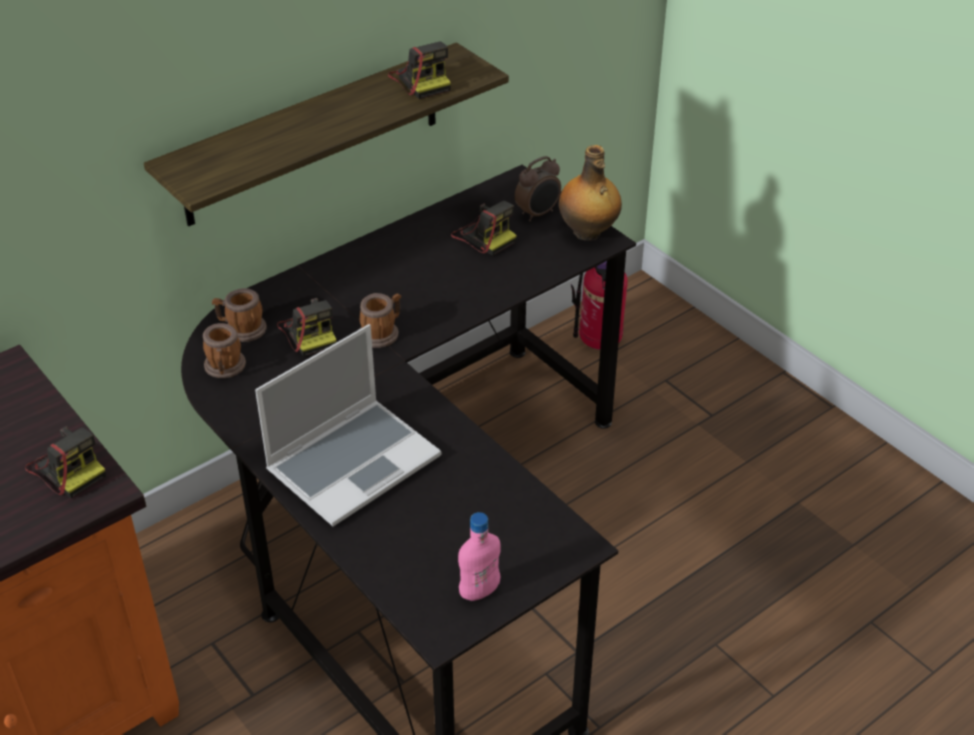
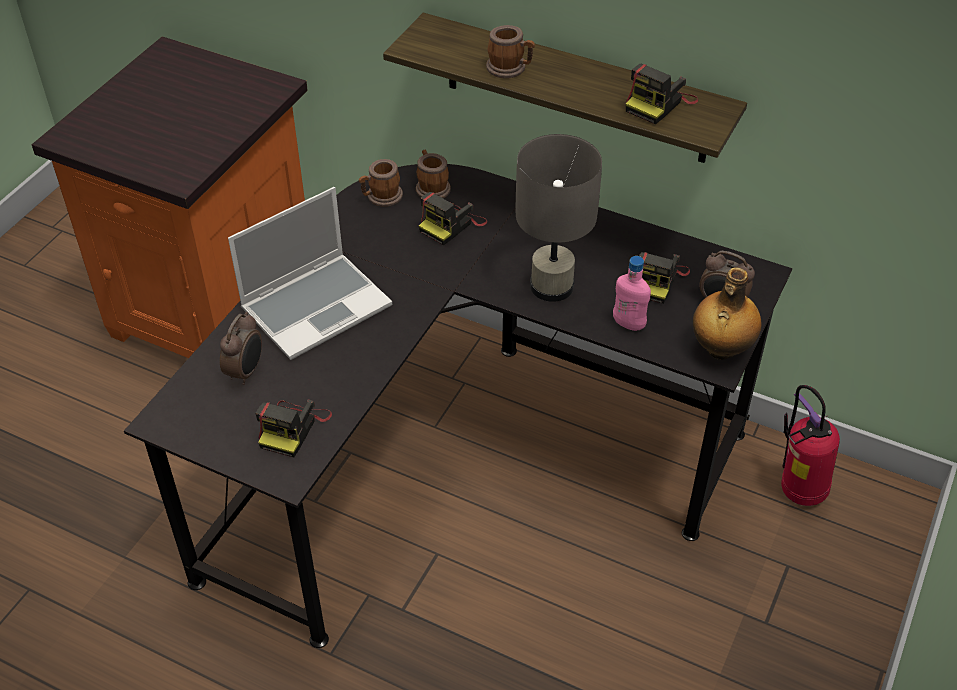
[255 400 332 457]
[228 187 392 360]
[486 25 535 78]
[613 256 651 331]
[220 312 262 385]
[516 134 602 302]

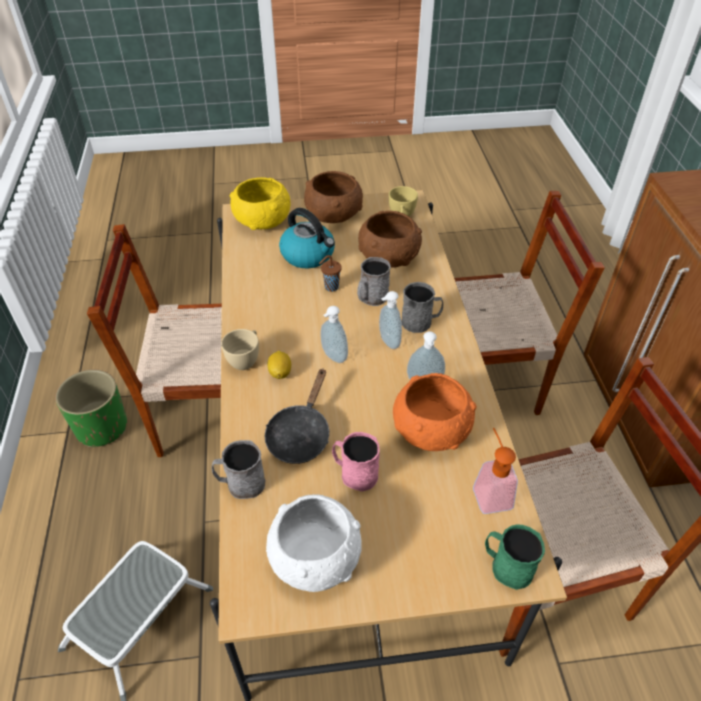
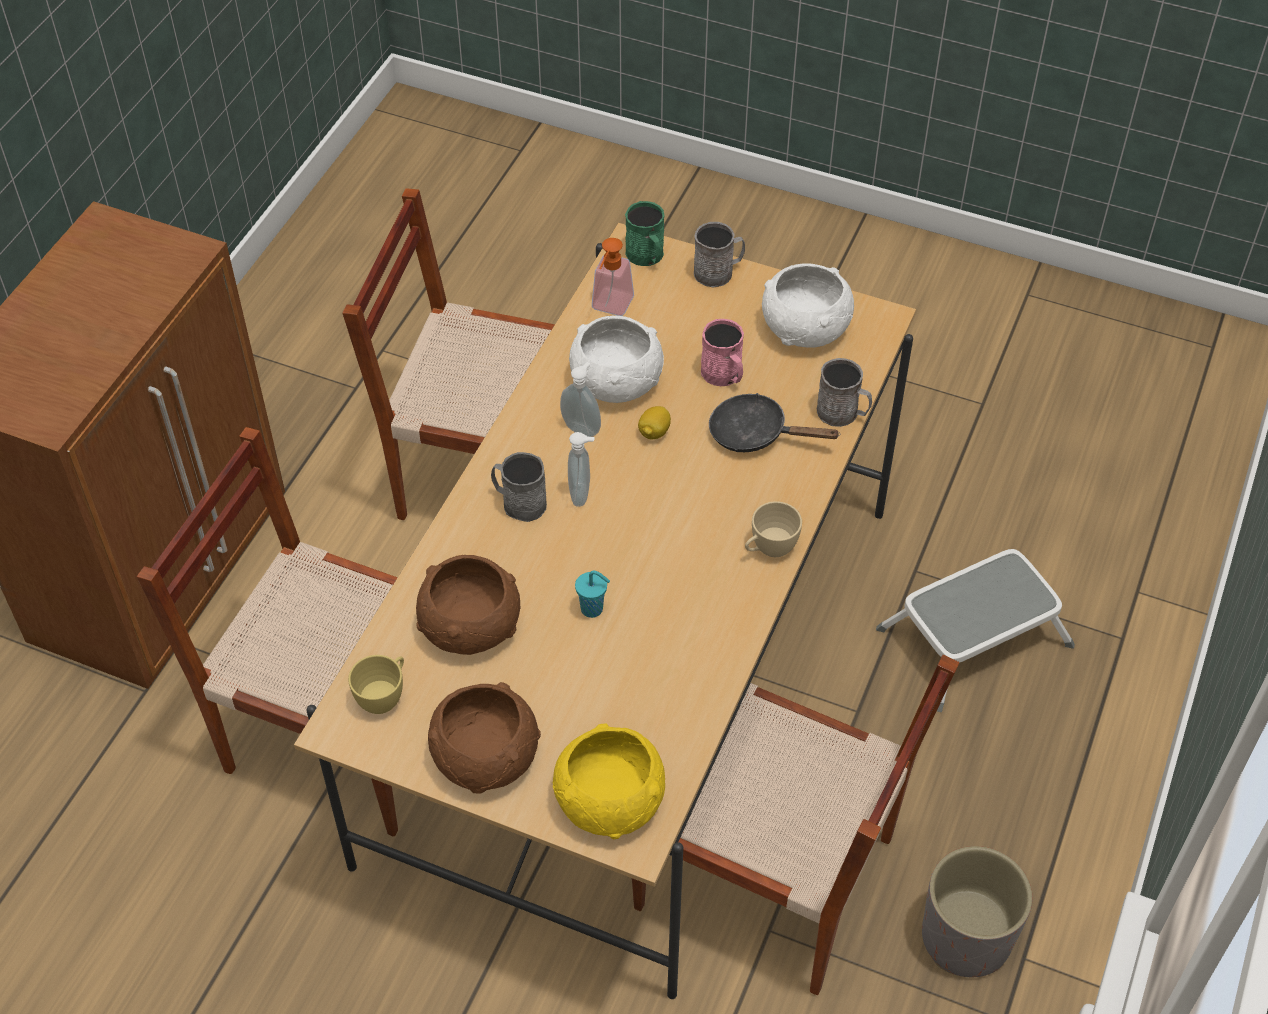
[922 846 1033 977]
[709 393 840 452]
[638 406 671 439]
[279 208 335 268] (first image)
[575 571 610 618]
[320 306 348 363] (first image)
[694 222 745 288]
[569 315 664 403]

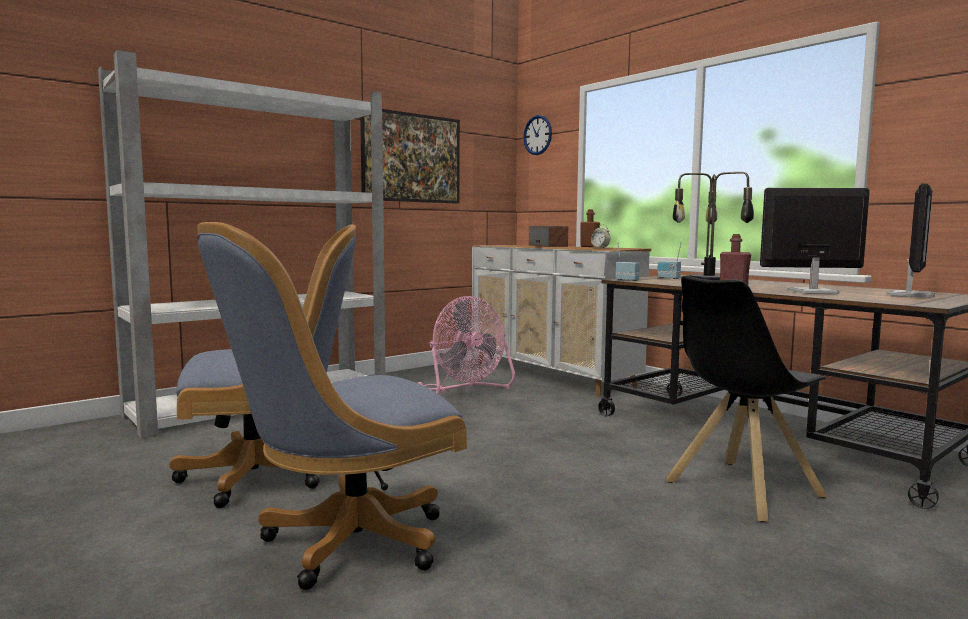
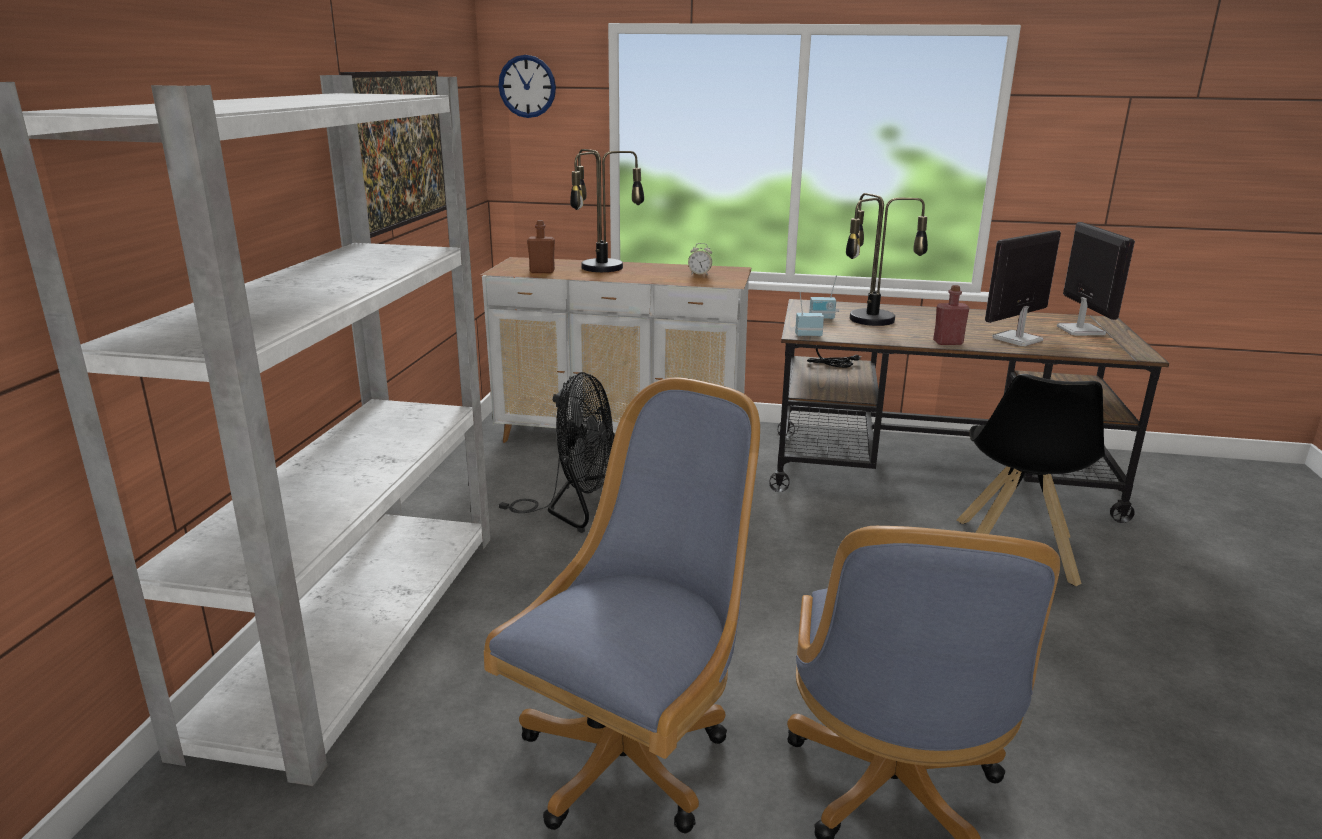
[498 372 615 533]
[570 149 644 272]
[527 220 555 273]

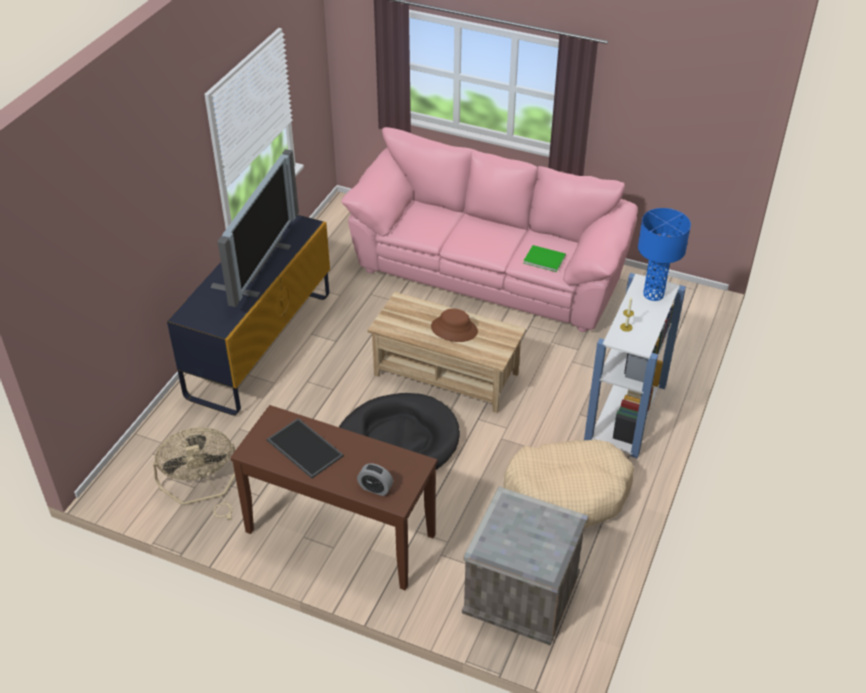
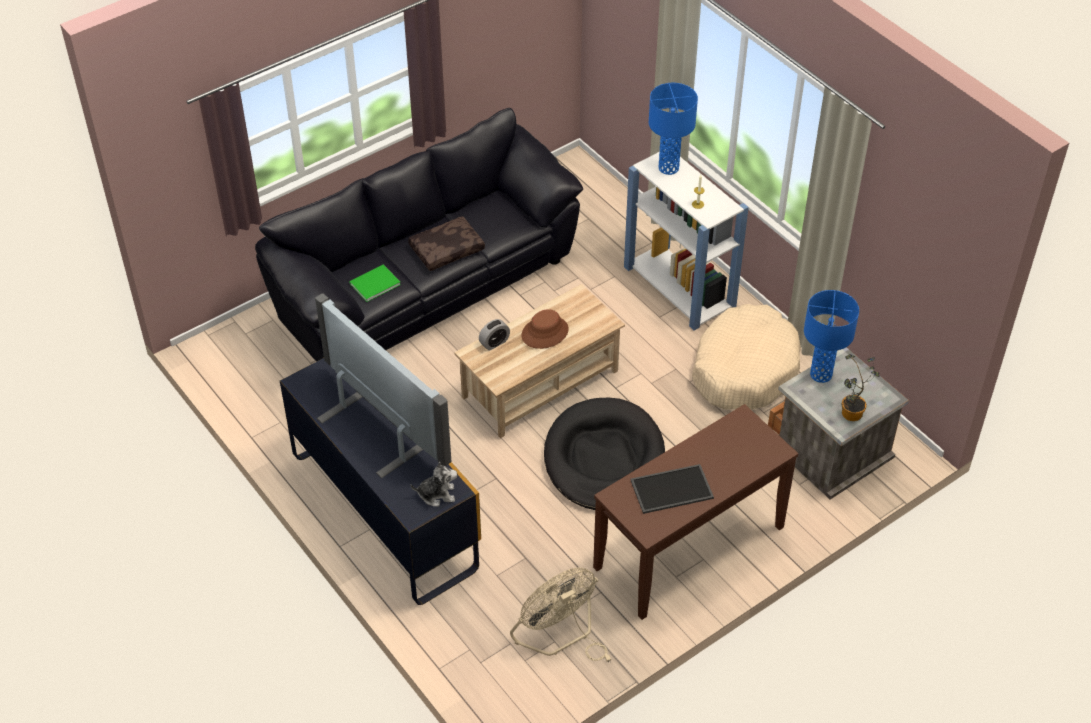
[510 568 611 662]
[255 108 583 362]
[479 319 510 350]
[349 264 401 302]
[408 216 485 271]
[410 462 457 507]
[804 290 859 383]
[841 354 880 421]

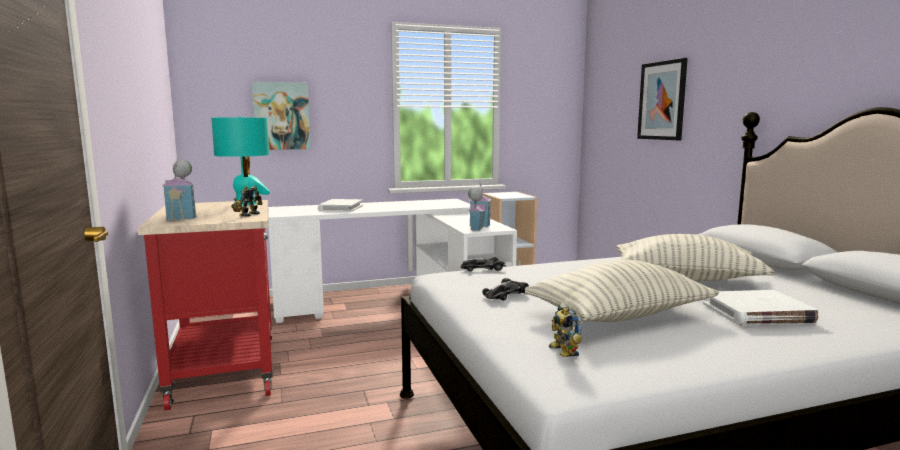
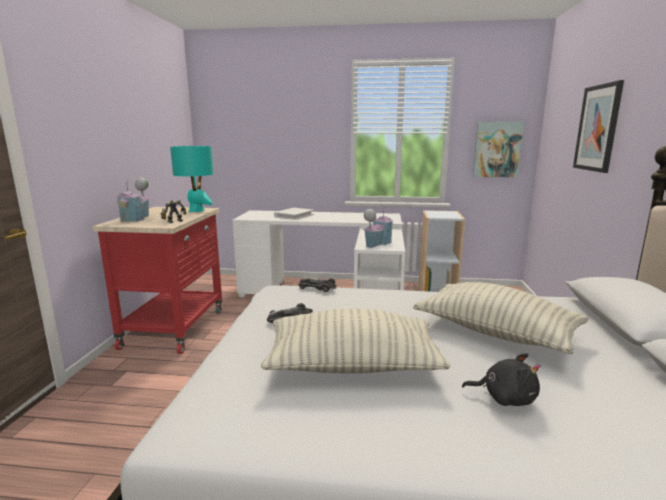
[473 122 524 178]
[549 302 582 357] (first image)
[462 353 541 406]

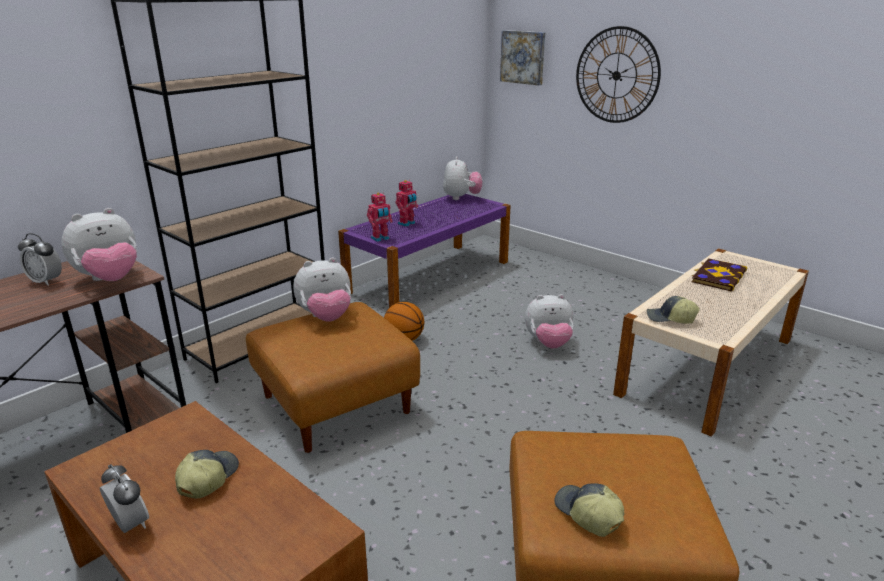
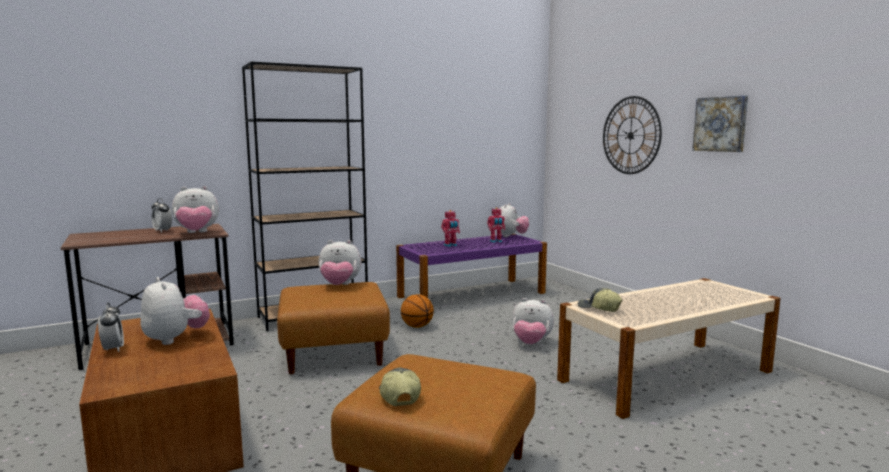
[140 277 210 345]
[487 207 505 243]
[692 95 748 152]
[692 258 747 291] (first image)

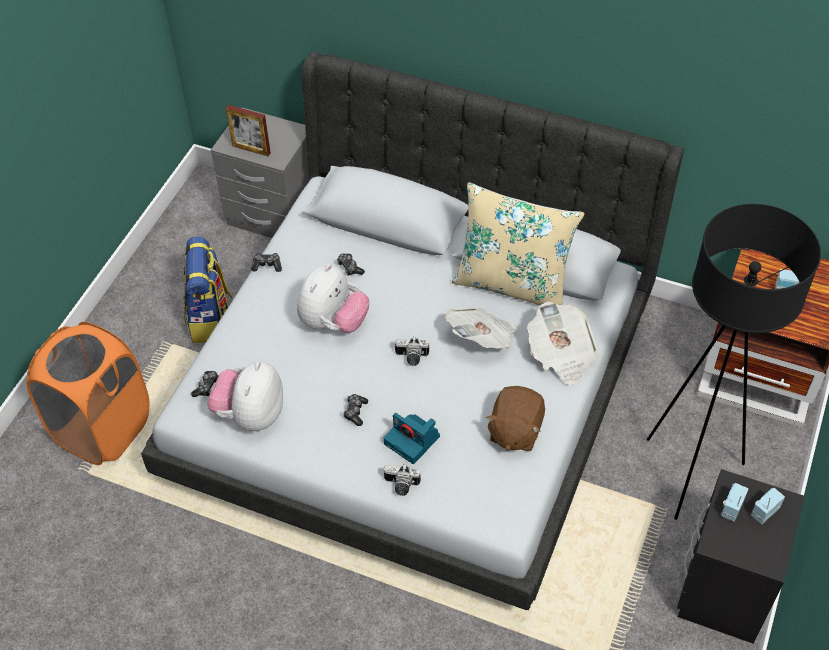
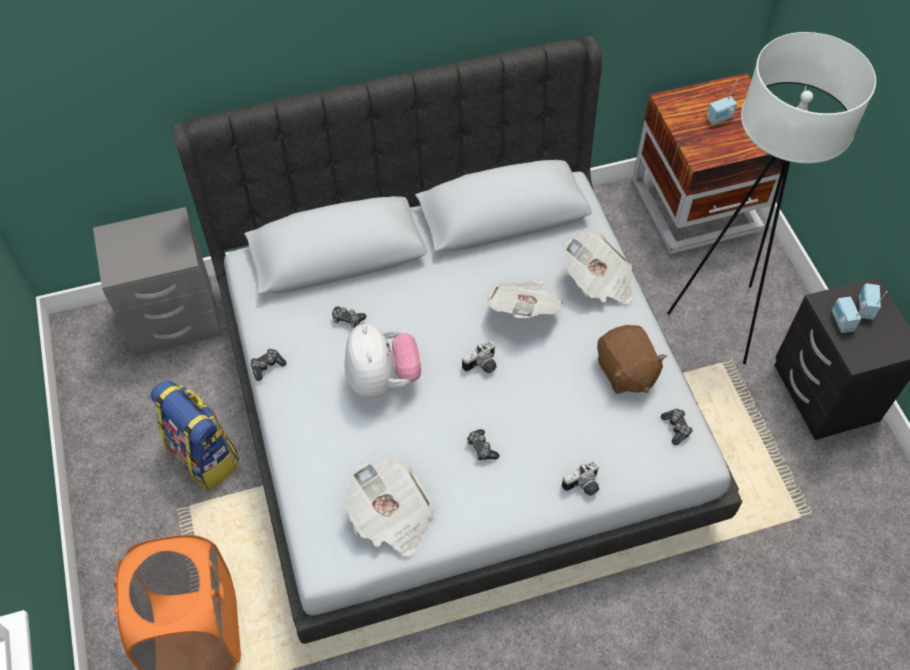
[661 409 693 445]
[344 459 435 557]
[226 105 271 156] (first image)
[383 413 440 464] (first image)
[452 182 584 306] (first image)
[667 32 876 364]

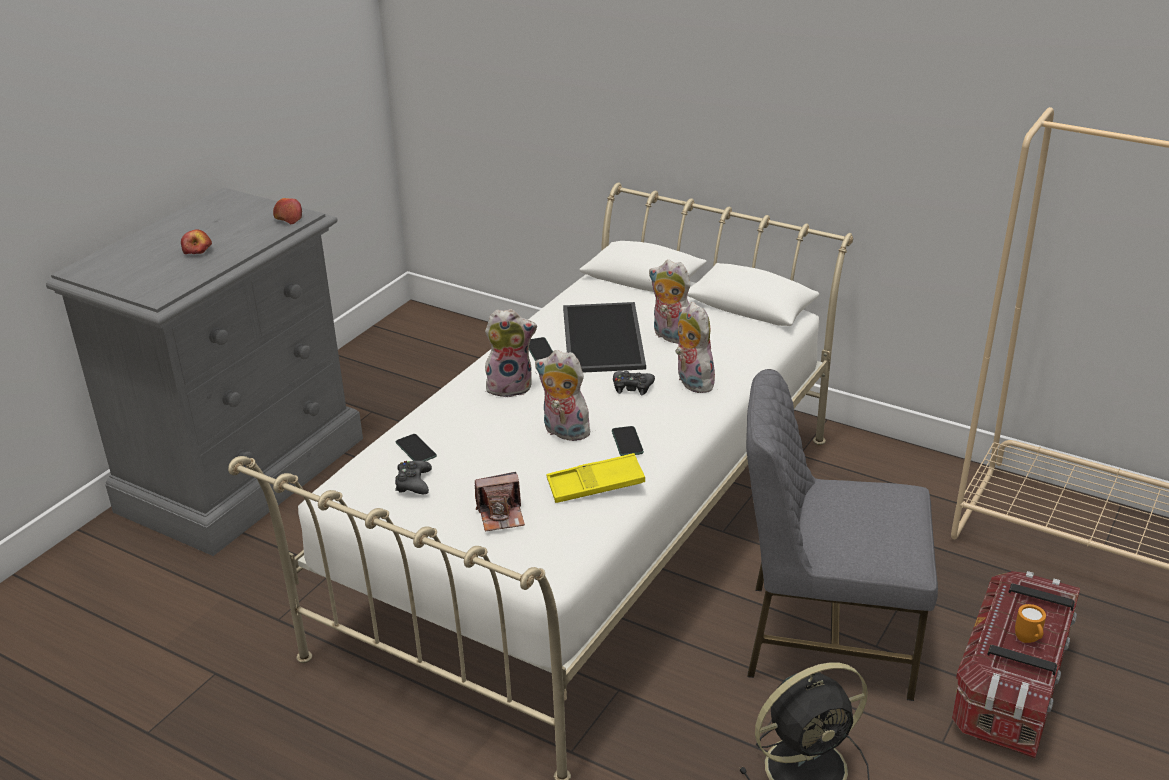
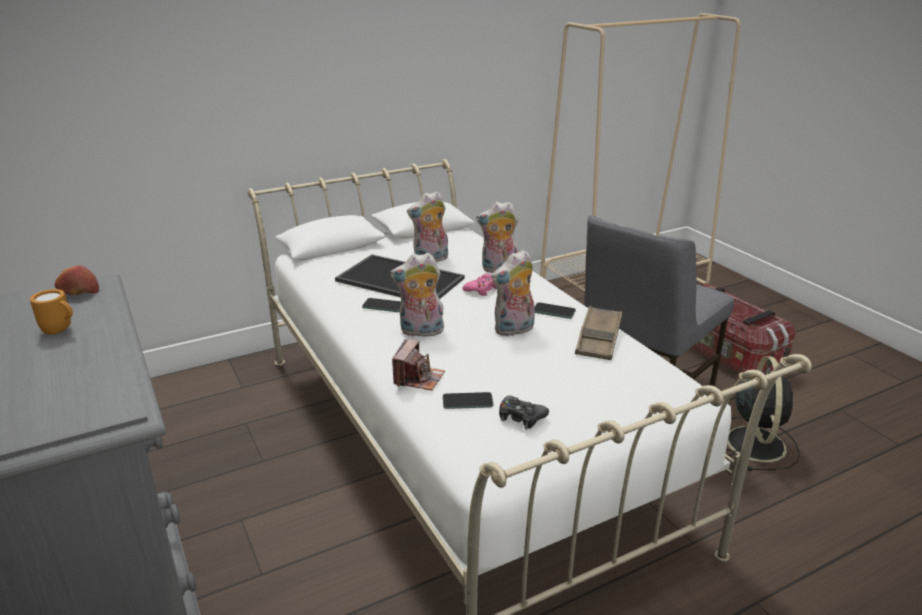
[181 229 212 254] (first image)
[392 339 445 391]
[390 253 444 337]
[575 306 623 360]
[463 274 496 296]
[30 289 73 335]

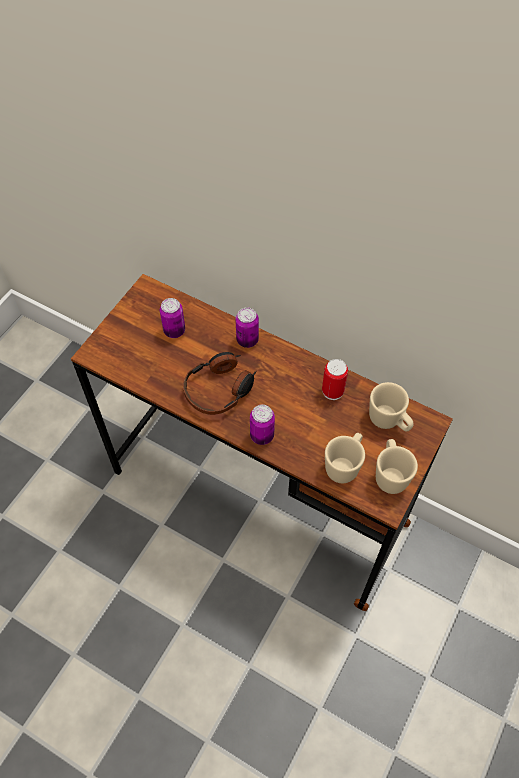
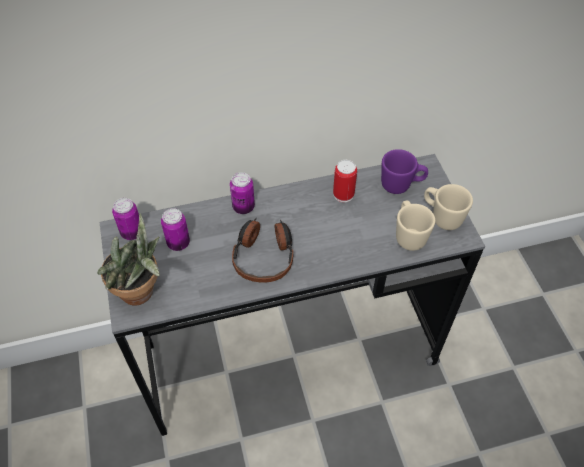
[100 154 485 436]
[112 198 139 240]
[381 149 428 194]
[97 213 160 305]

